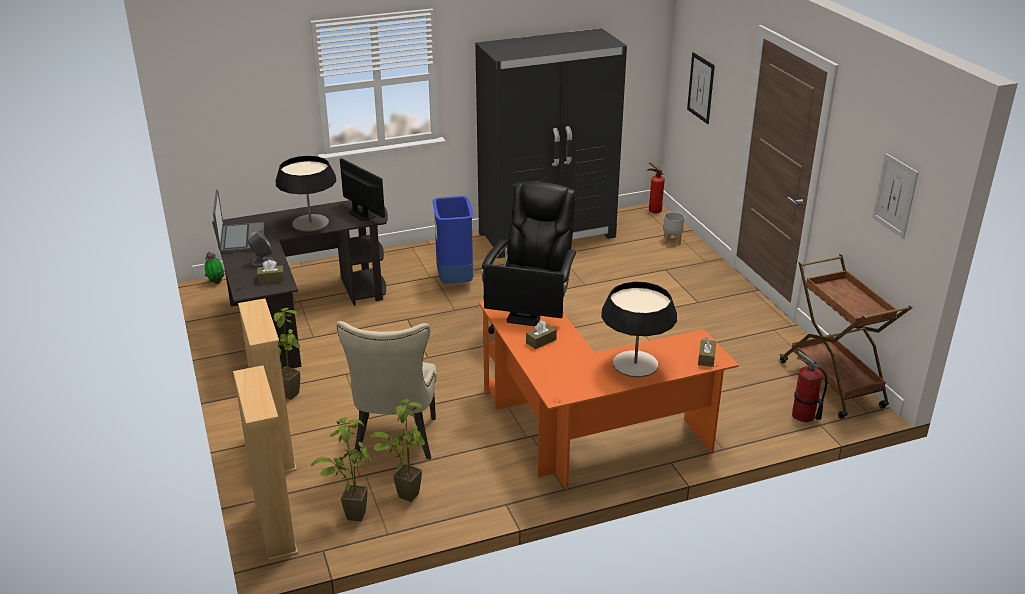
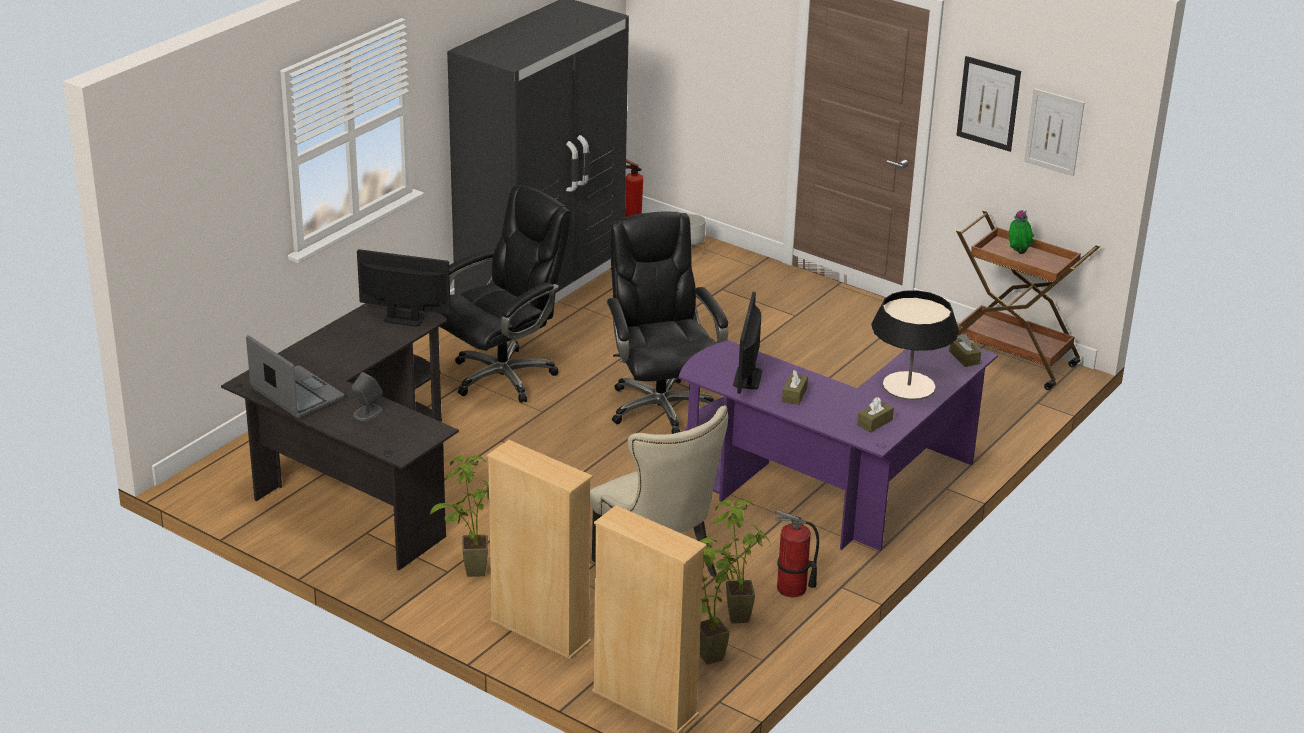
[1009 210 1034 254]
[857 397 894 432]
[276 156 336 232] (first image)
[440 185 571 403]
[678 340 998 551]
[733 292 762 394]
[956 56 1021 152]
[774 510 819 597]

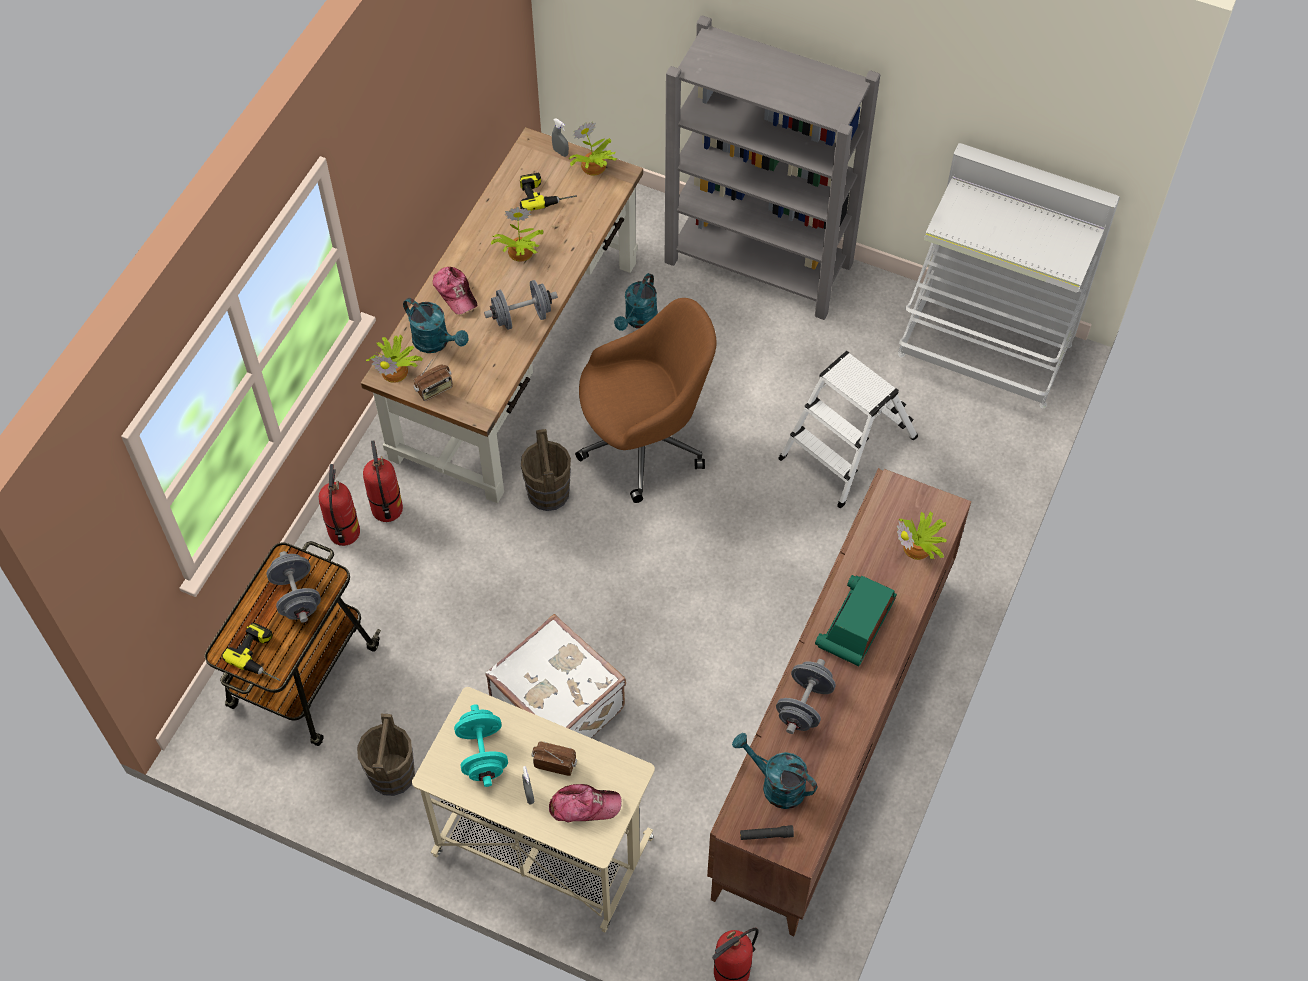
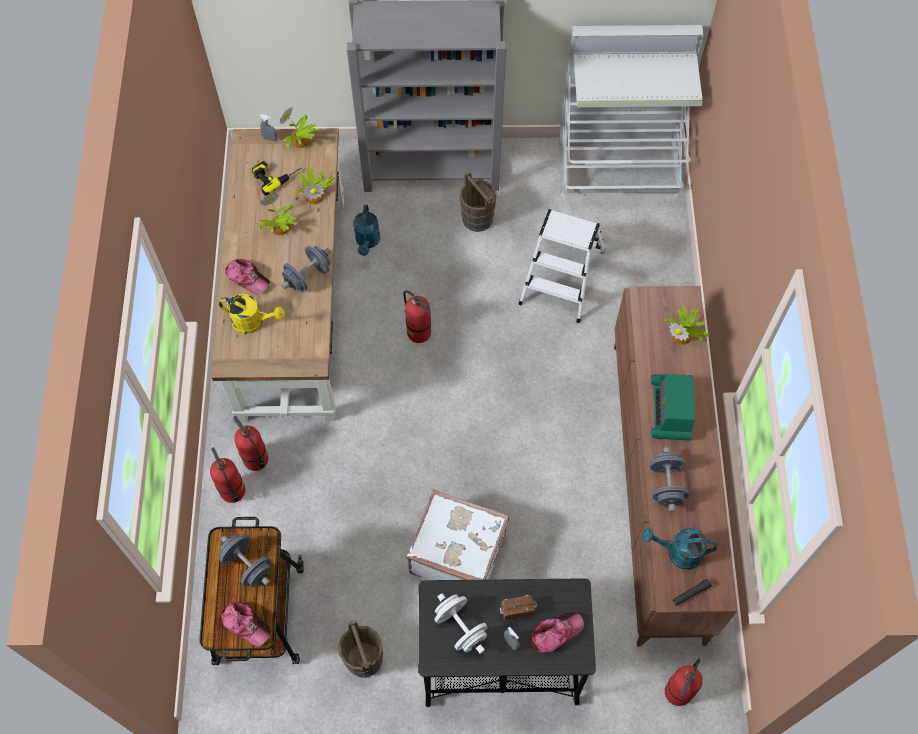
[221 602 271 646]
[295 167 335 205]
[219 294 285 334]
[418 578 596 707]
[413 359 453 401] (first image)
[434 593 488 654]
[460 172 497 232]
[403 290 431 343]

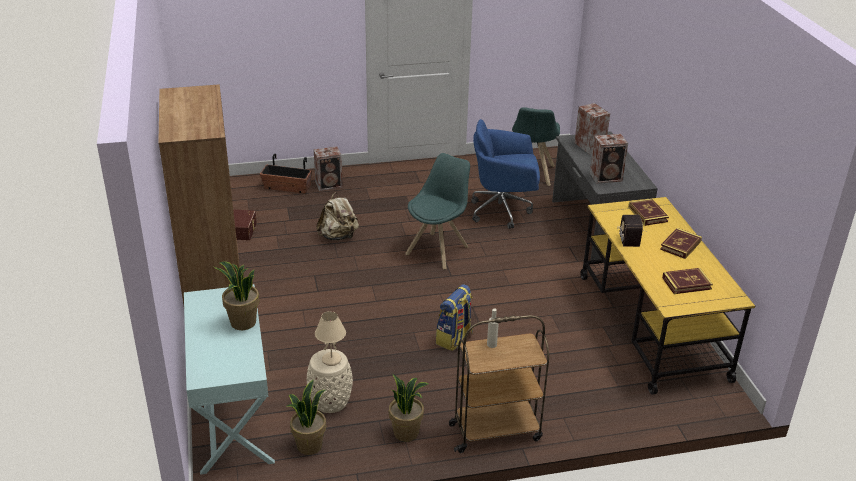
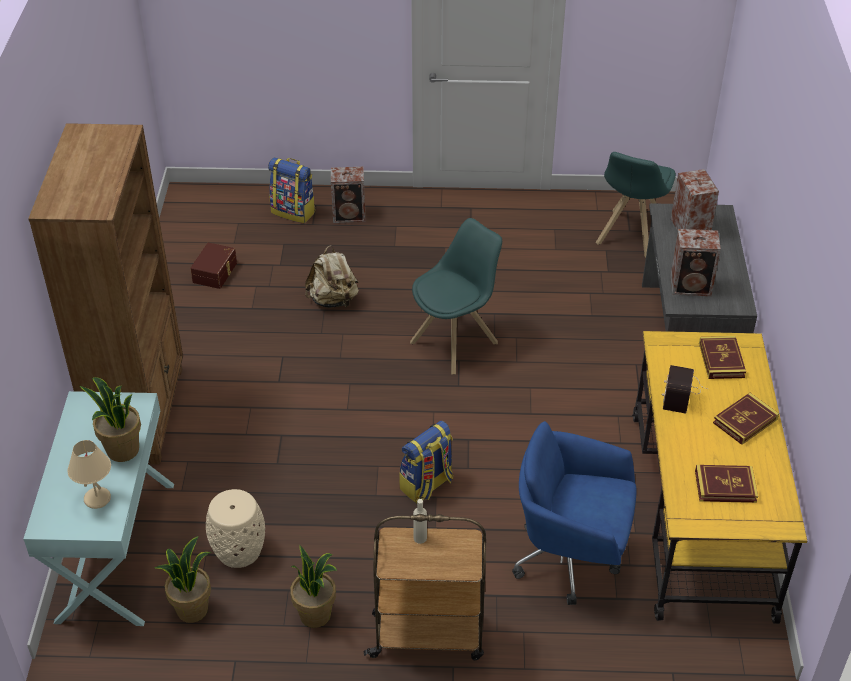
[268 157 316 223]
[67 440 111 509]
[512 421 637 605]

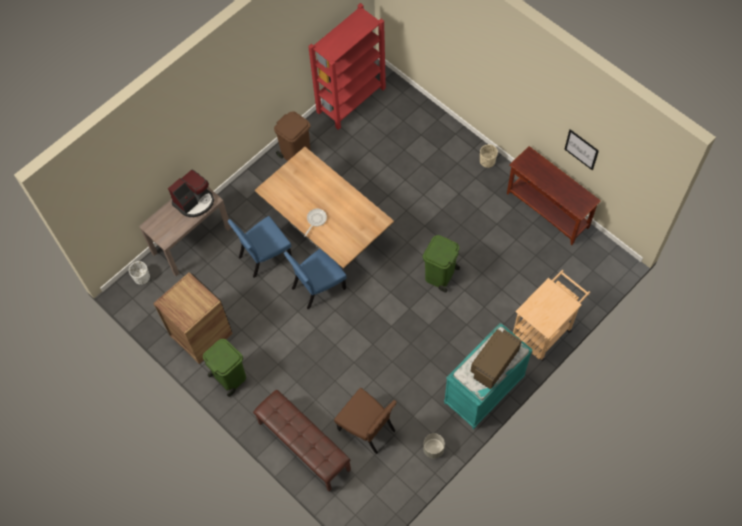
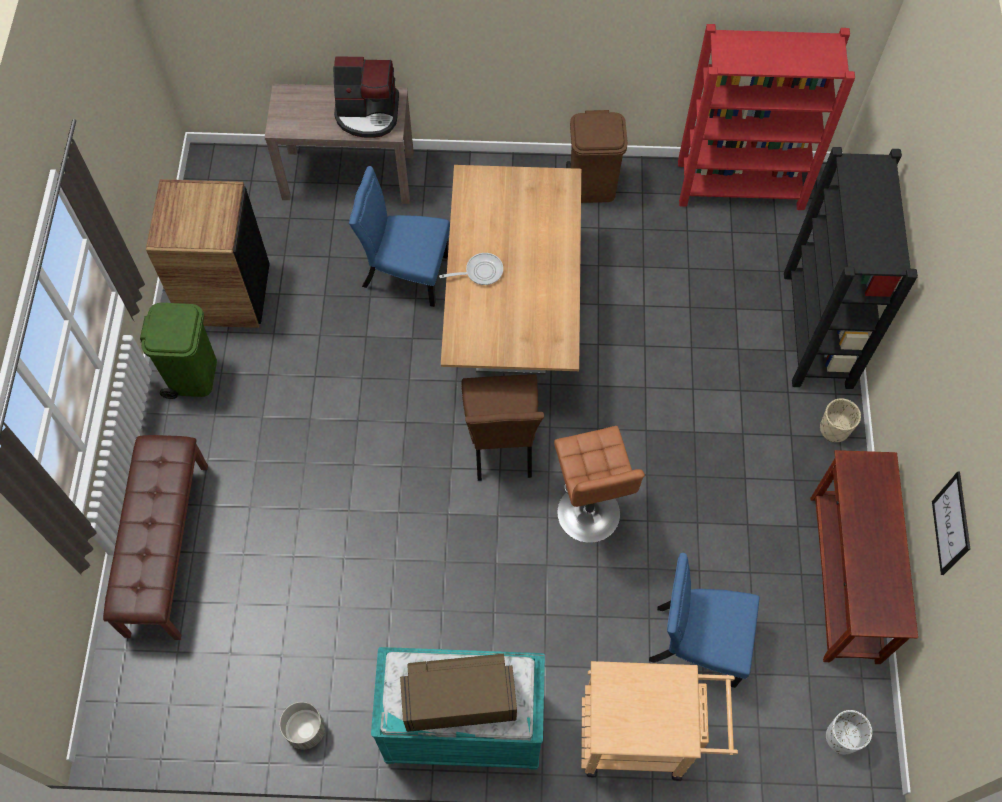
[826 710 872 755]
[649 553 760 688]
[462 374 544 481]
[554 426 645 543]
[784 147 918 389]

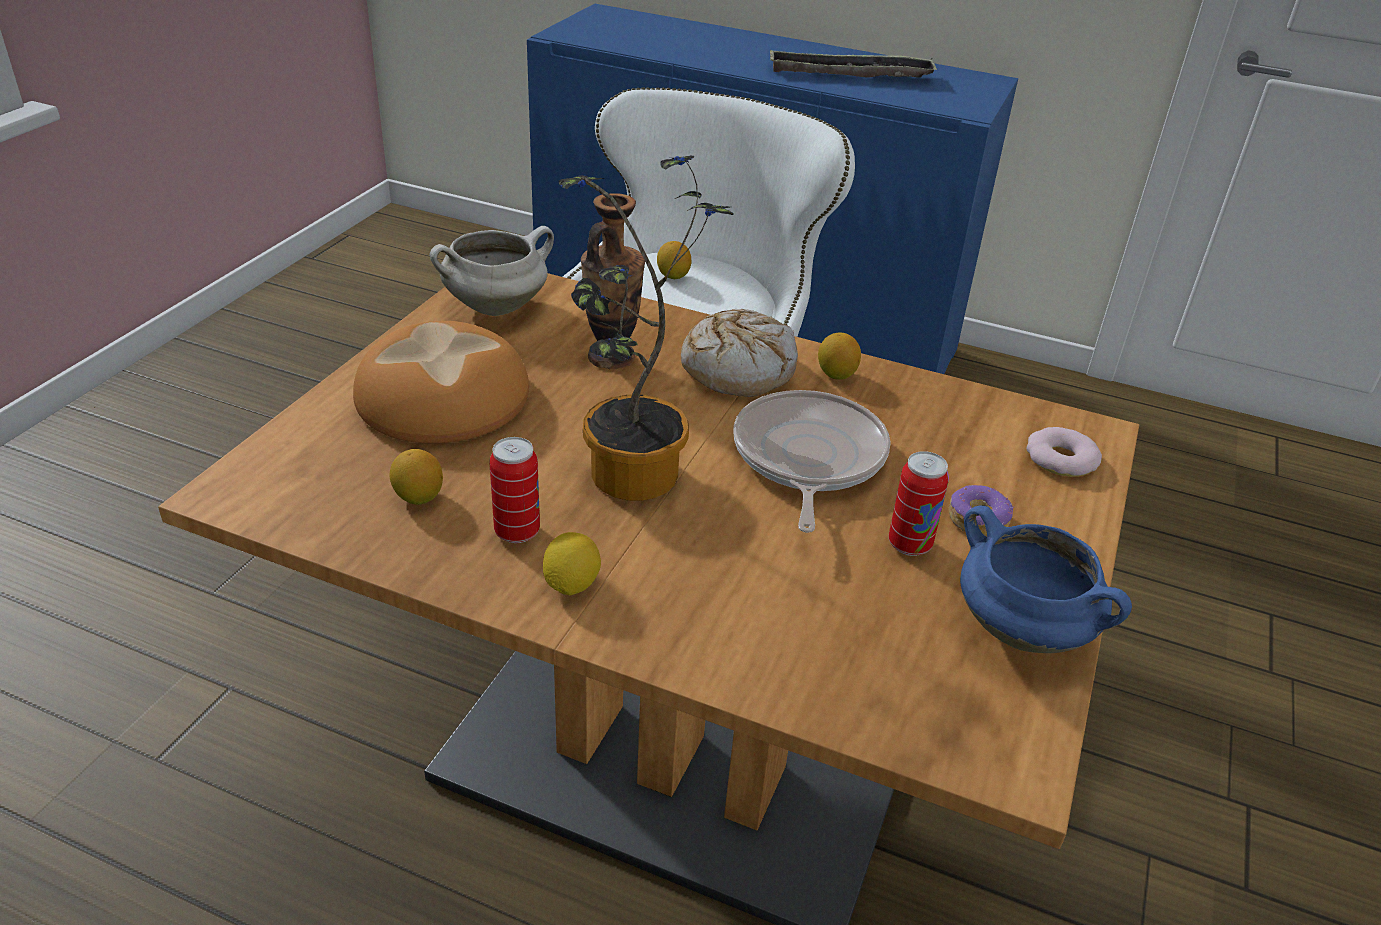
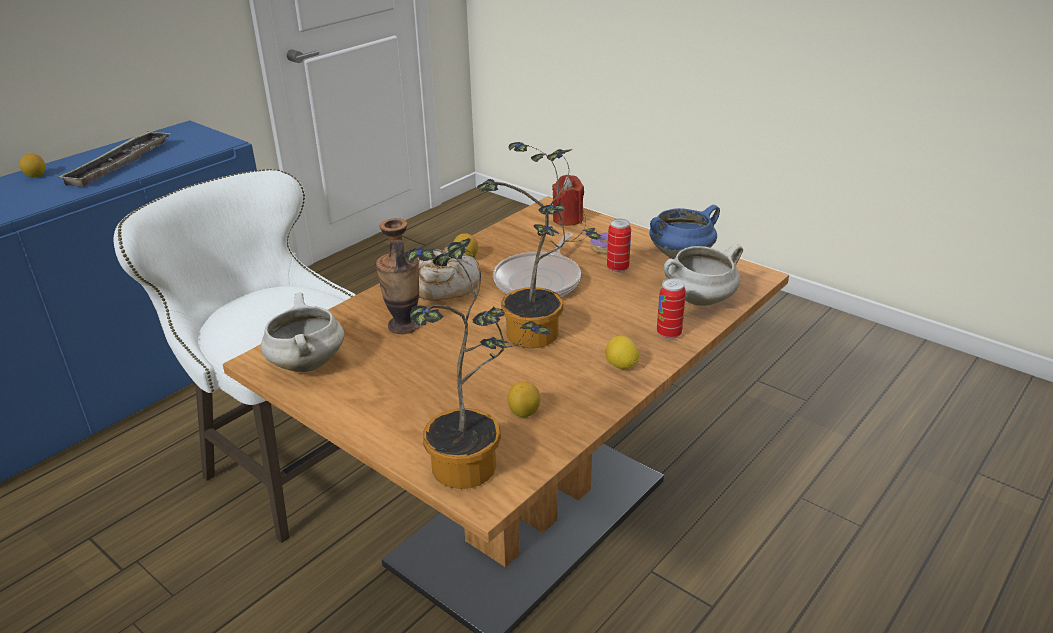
[353 321 529 443] (first image)
[657 278 686 339]
[19 153 45 178]
[493 232 581 297]
[552 175 584 226]
[404 238 551 489]
[664 244 743 306]

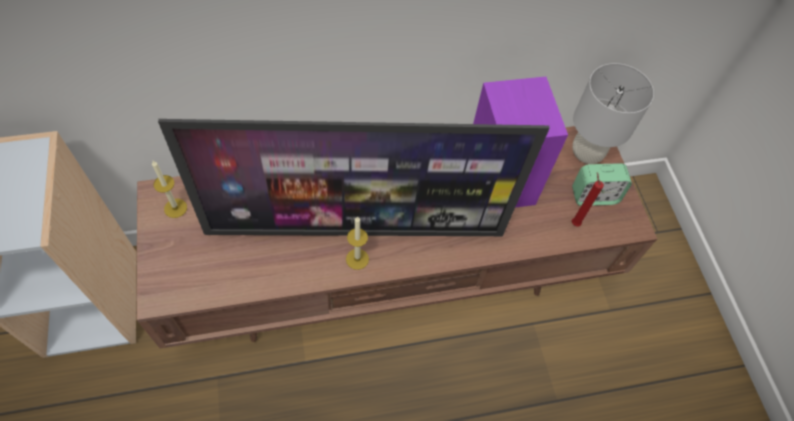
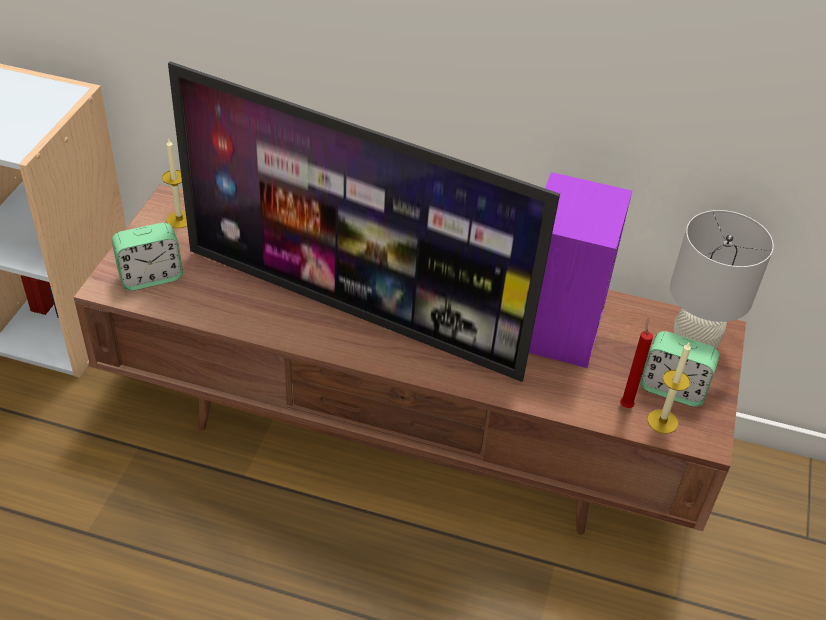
[647 343 691 434]
[112 223 183 291]

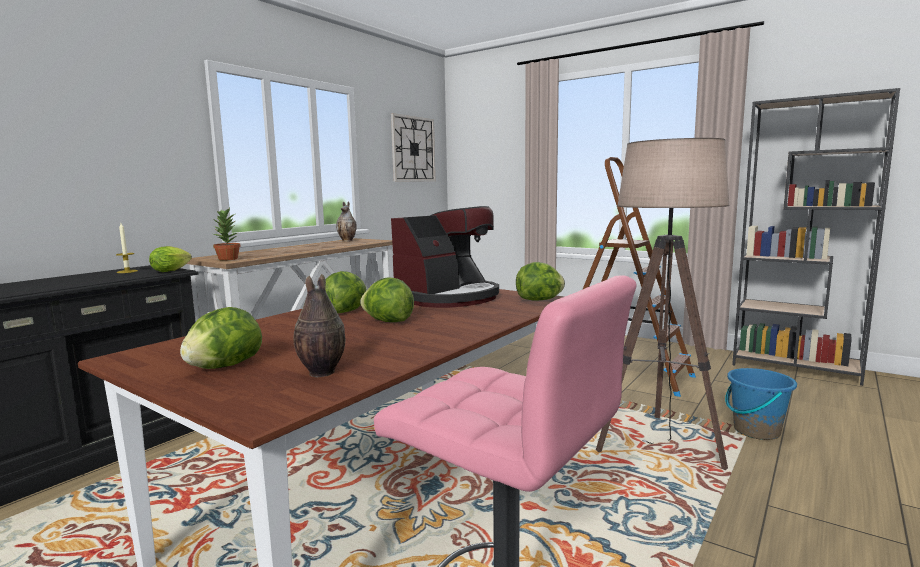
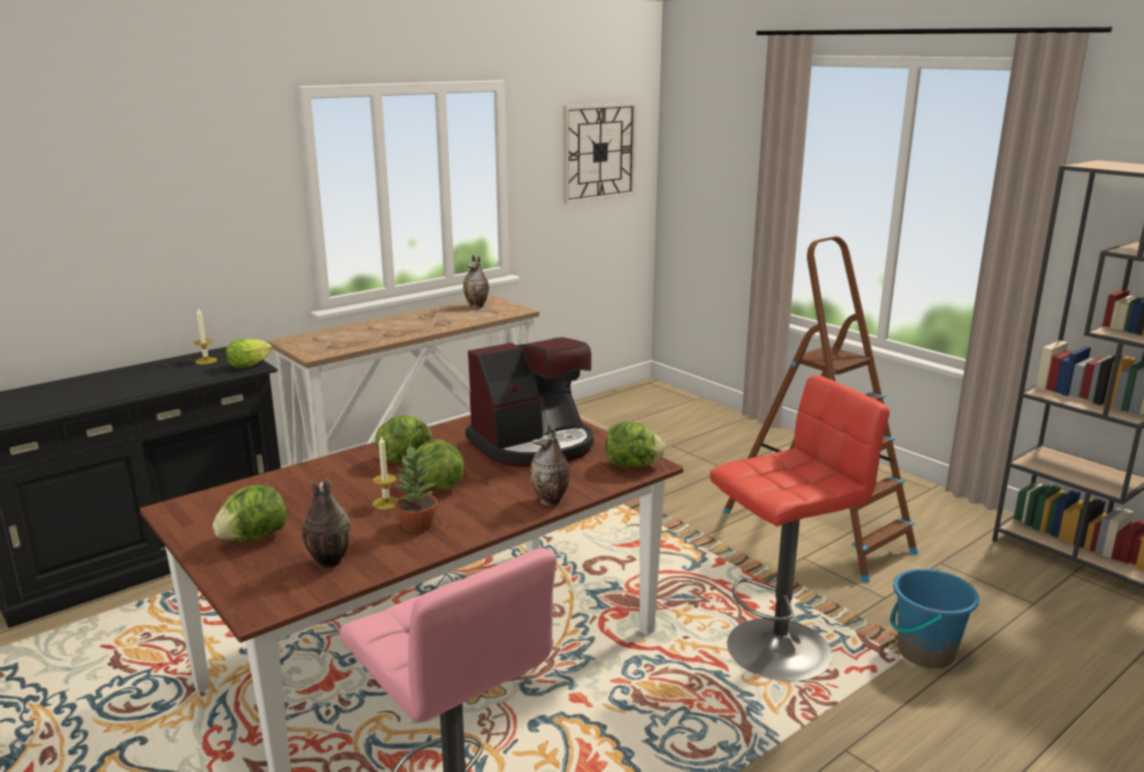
[394 445 438 533]
[710 375 890 681]
[372 436 398 510]
[530 424 570 506]

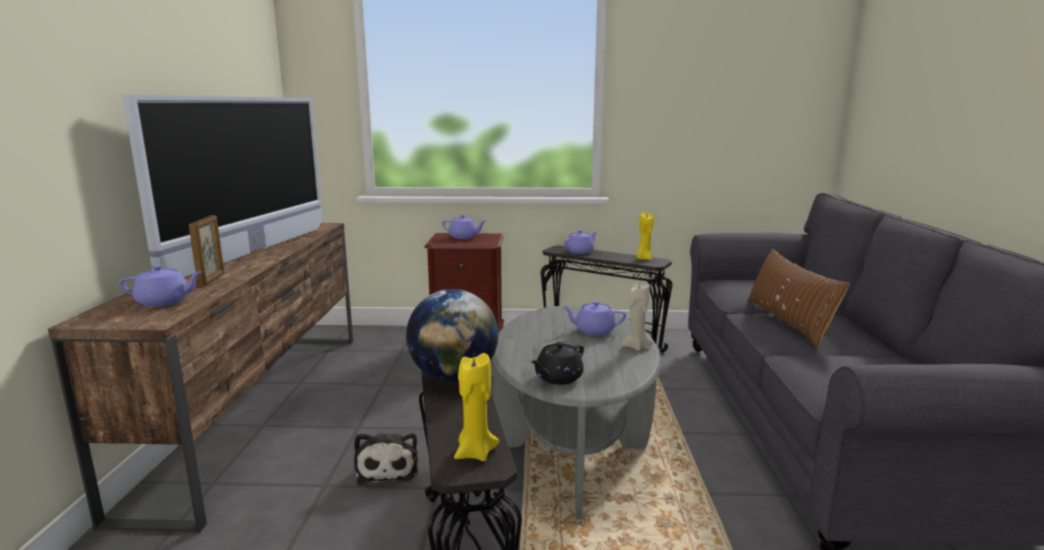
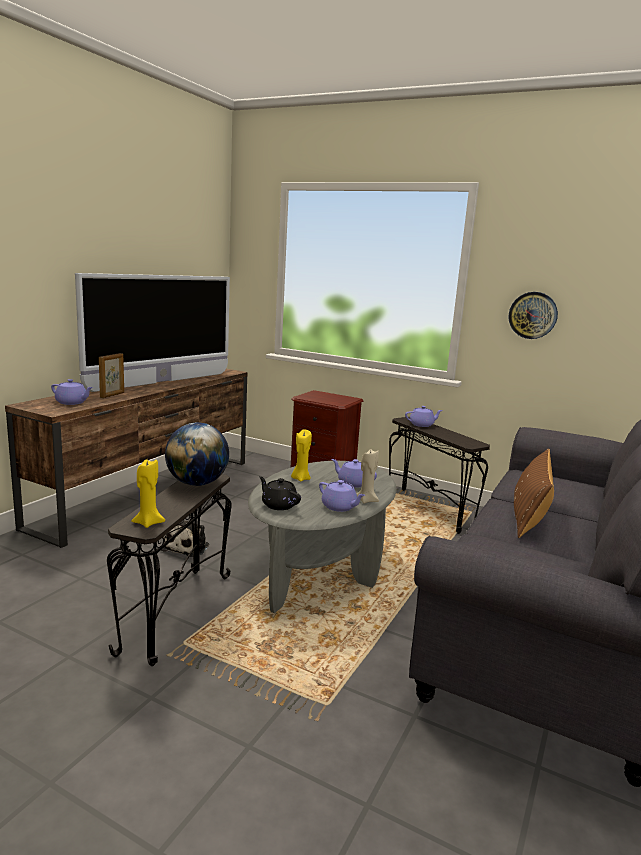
[319 480 365 512]
[259 476 301 510]
[291 430 312 481]
[509 292 558 339]

